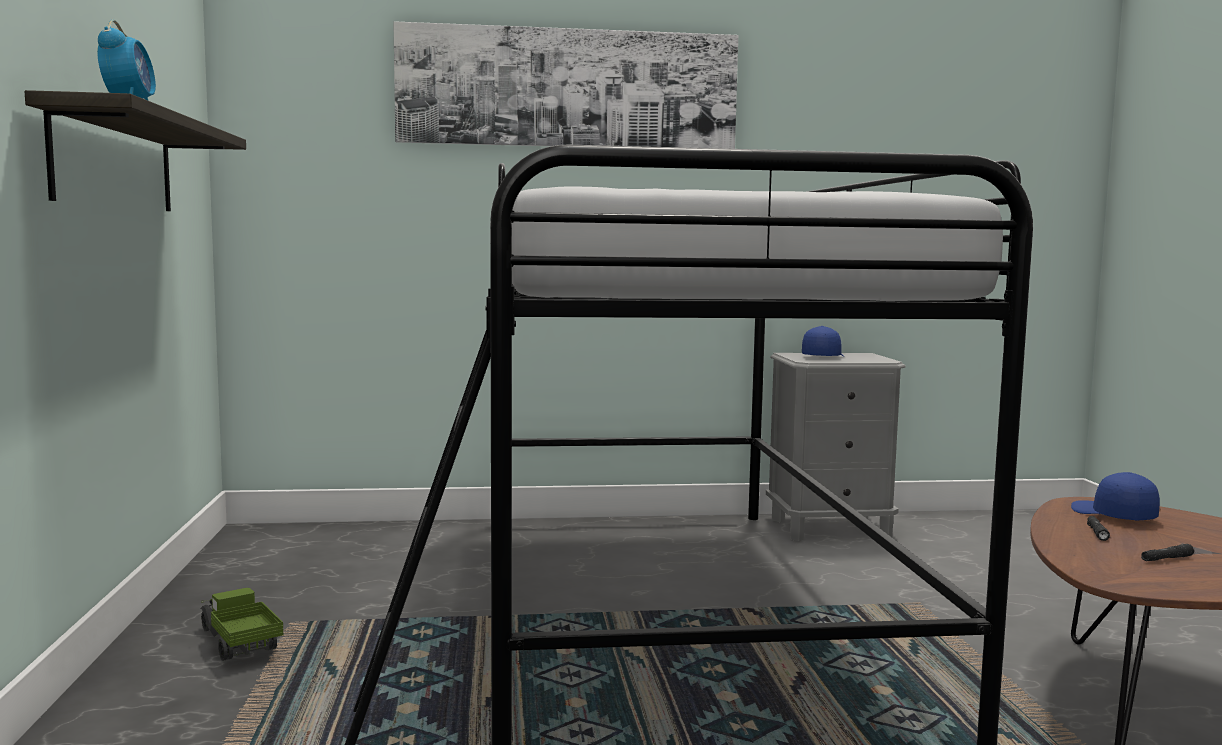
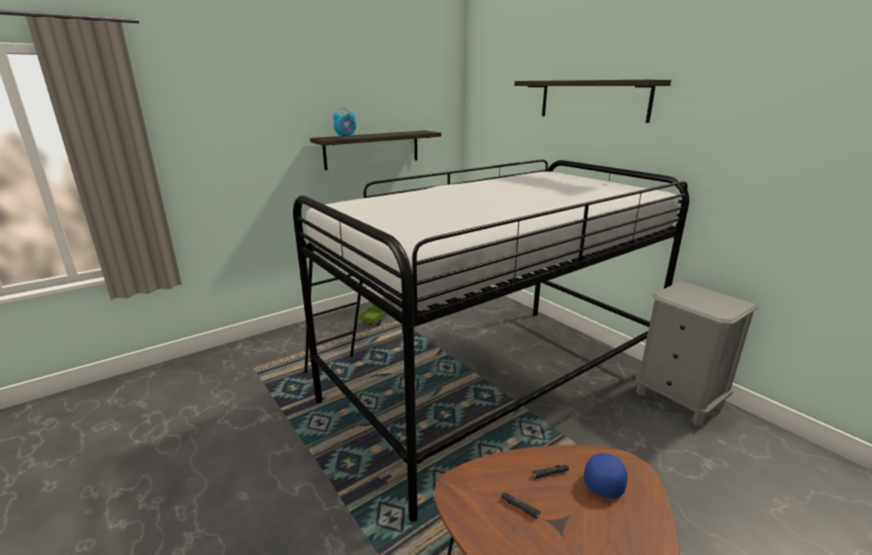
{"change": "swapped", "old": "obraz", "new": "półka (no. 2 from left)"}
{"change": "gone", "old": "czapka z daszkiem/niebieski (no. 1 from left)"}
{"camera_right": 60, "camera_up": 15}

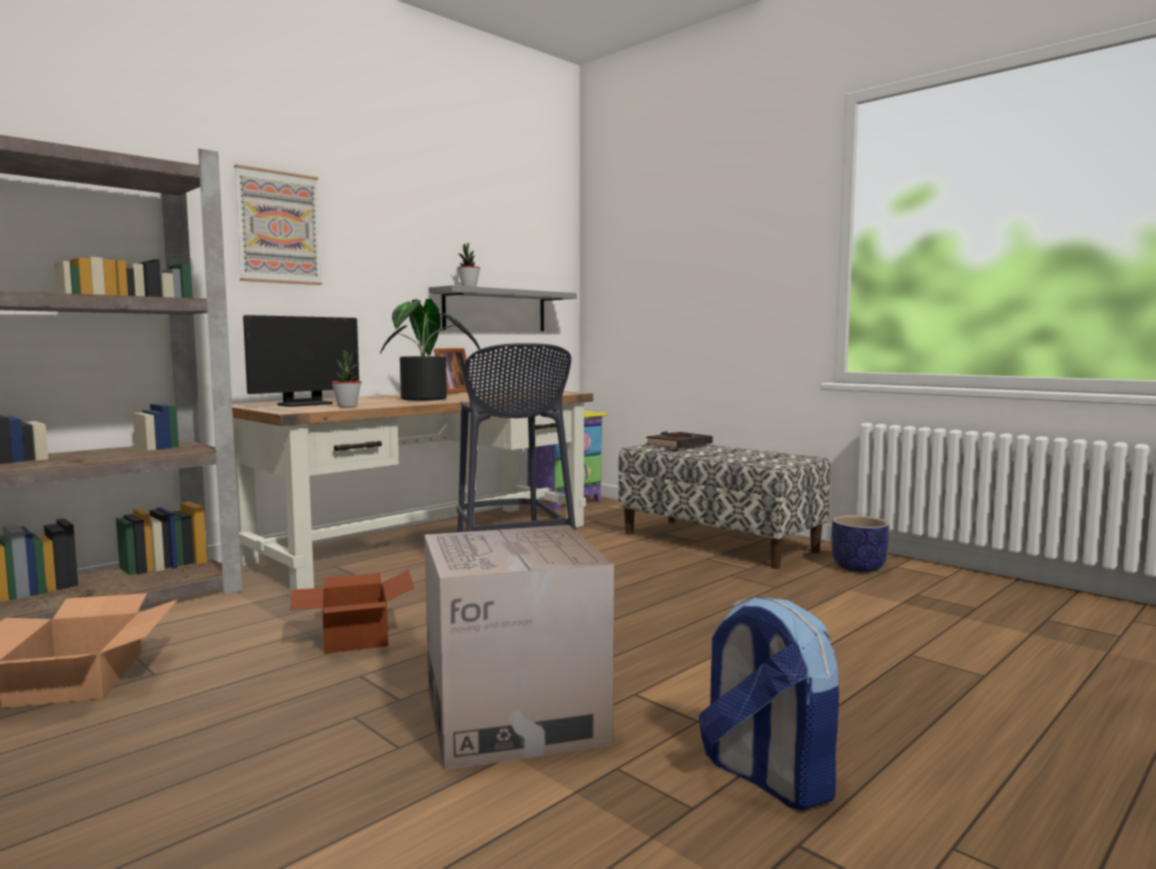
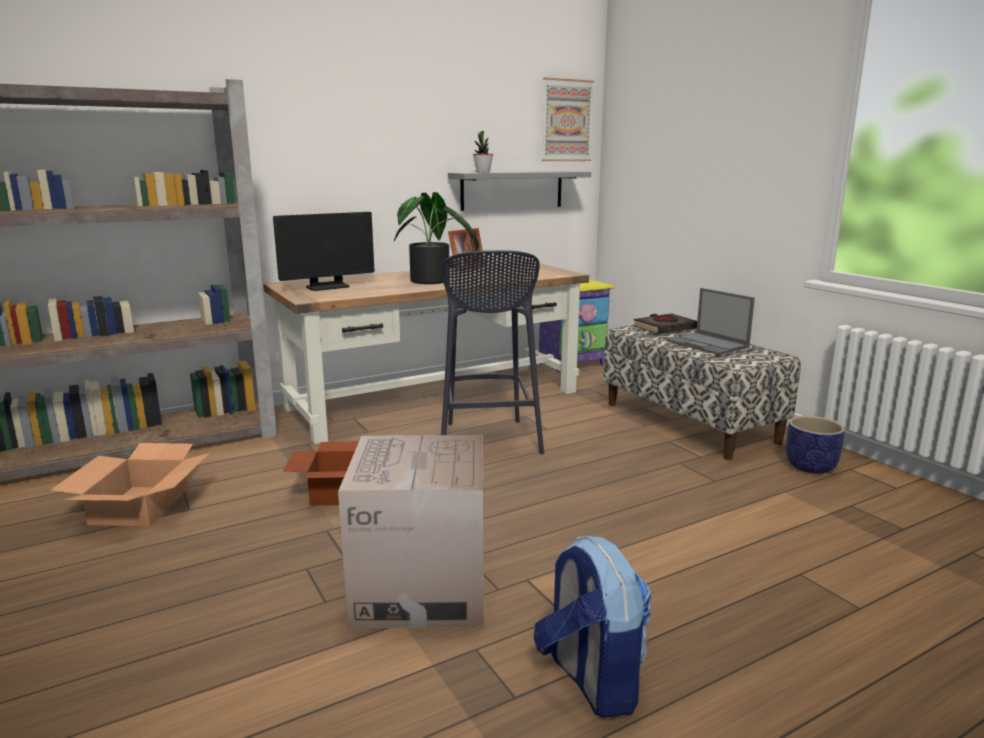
{"change": "shifted", "old": "obraz"}
{"change": "gone", "old": "roślina doniczkowa (no. 1 from left)"}
{"change": "new", "new": "laptop"}
{"camera_right": 15, "camera_up": 10}

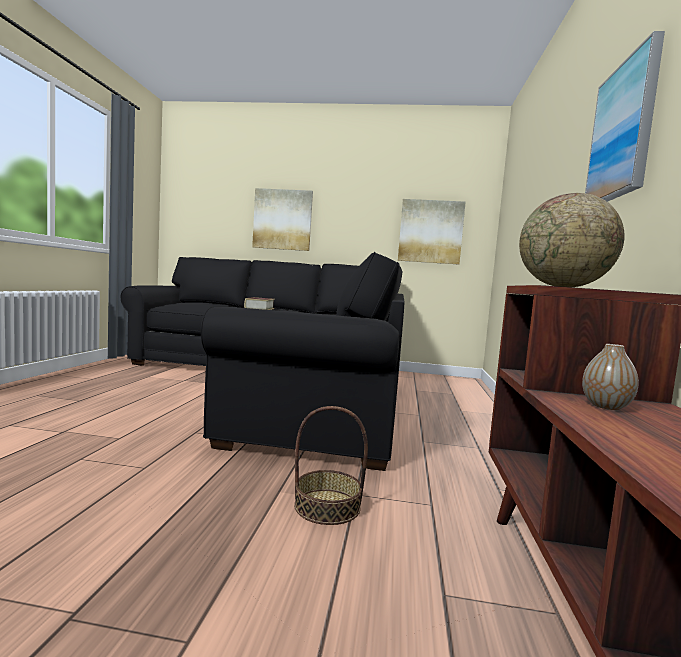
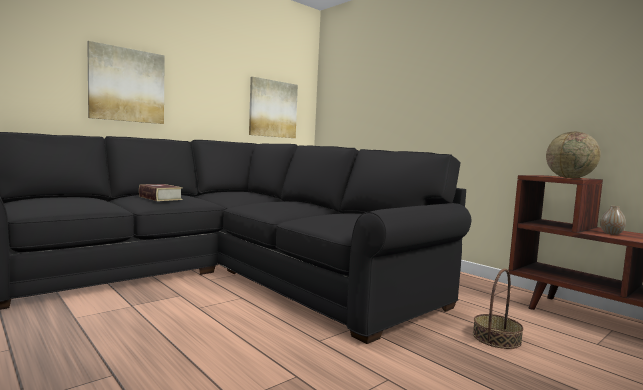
{"change": "gone", "old": "obraz (no. 3 from left)"}
{"camera_right": -50, "camera_up": 0}

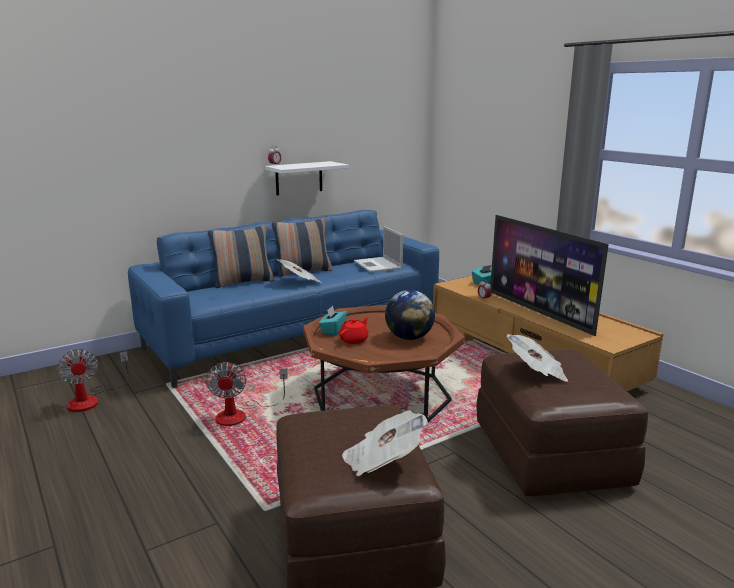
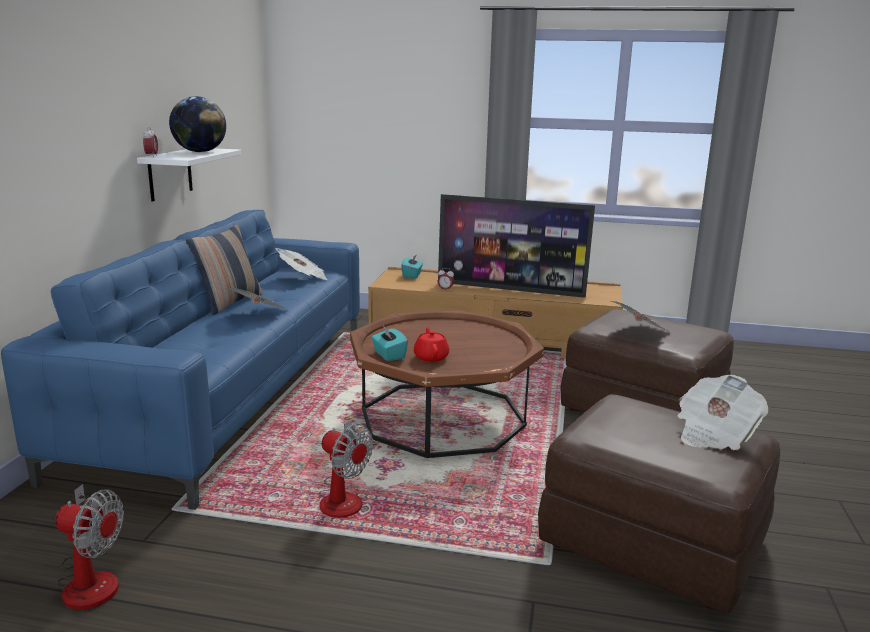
{"change": "gone", "old": "poduszka (no. 1 from left)"}
{"change": "swapped", "old": "laptop", "new": "gazeta (no. 2 from left)"}
{"change": "shifted", "old": "globus"}
{"camera_right": -45, "camera_up": 0}

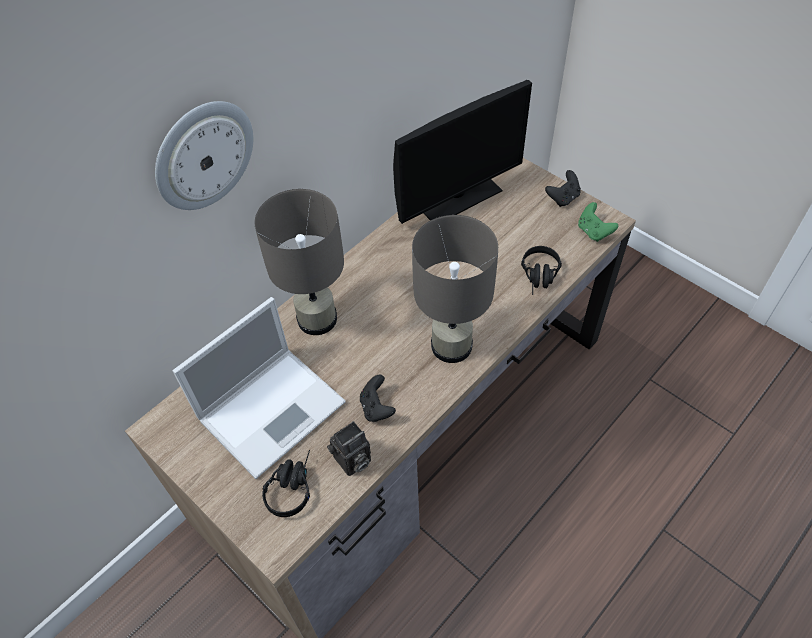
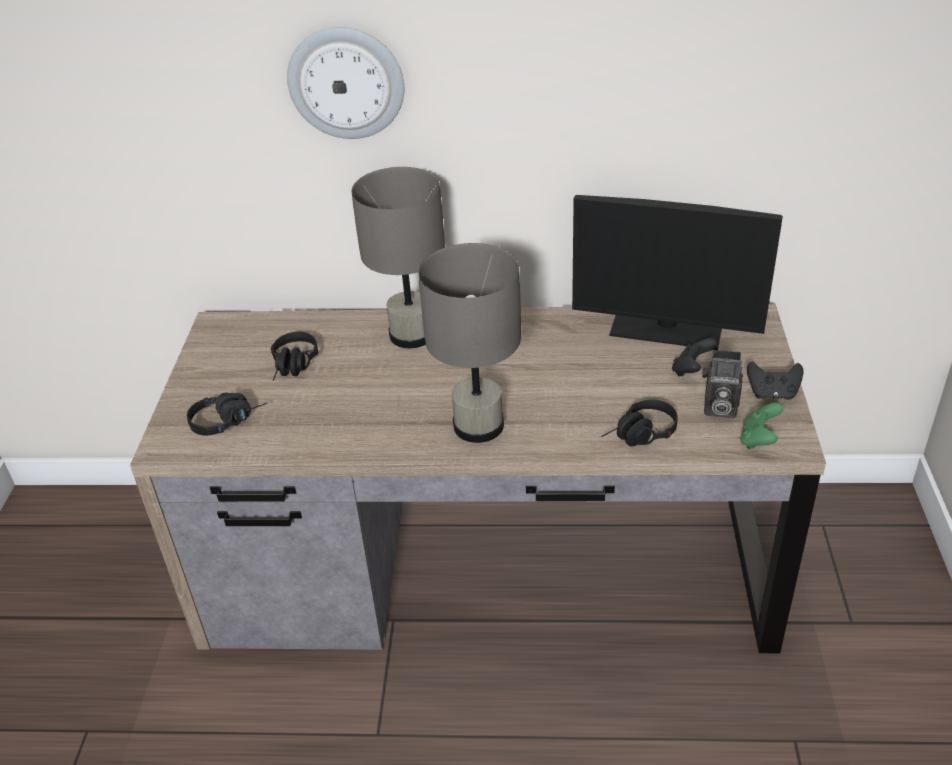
{"change": "swapped", "old": "laptop", "new": "słuchawki/czarny (no. 2 from left)"}
{"change": "shifted", "old": "aparat fotograficzny"}
{"change": "shifted", "old": "pad do gier/czarny (no. 1 from left)"}
{"camera_right": 50, "camera_up": -15}

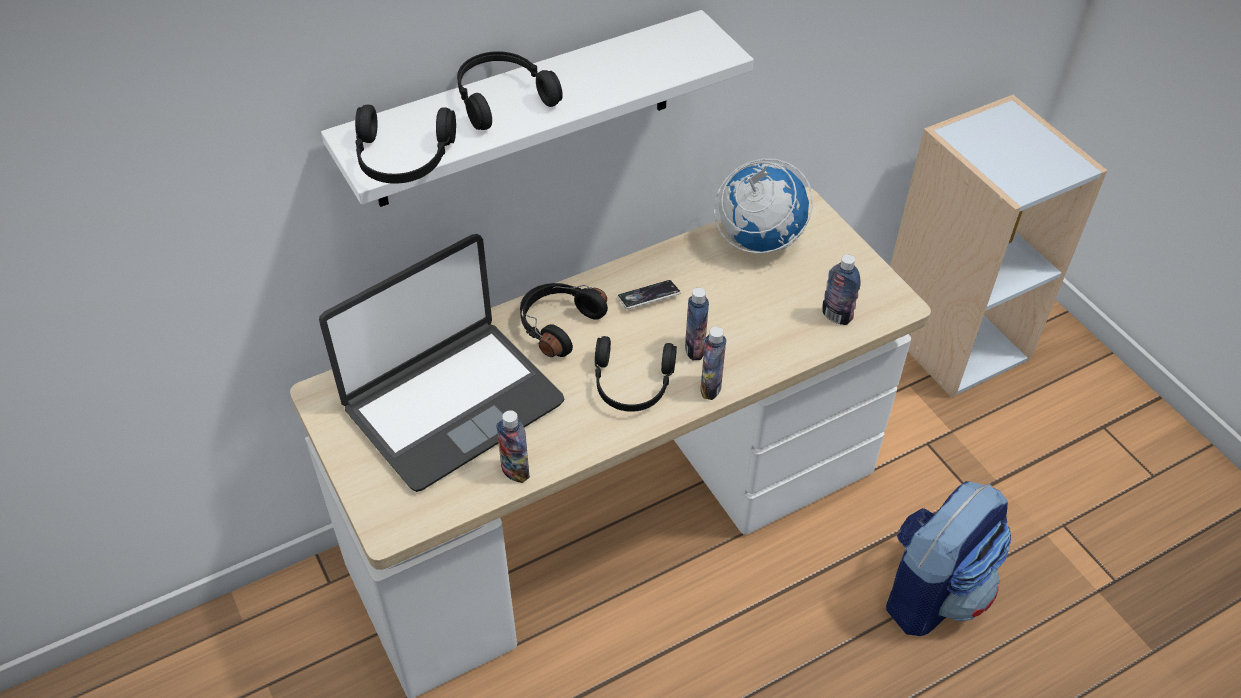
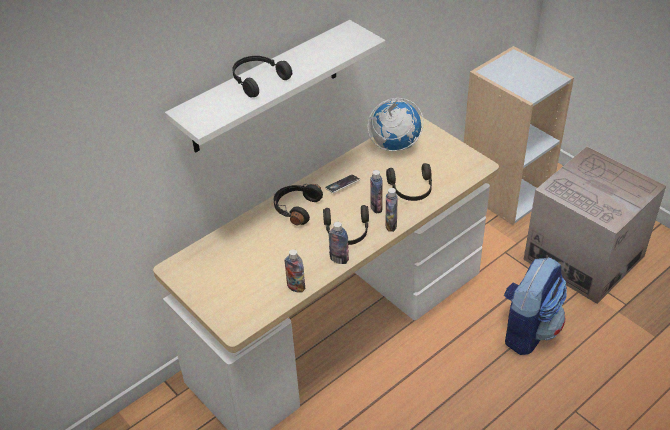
{"change": "gone", "old": "laptop"}
{"change": "shifted", "old": "słuchawki/czarny (no. 1 from left in the first image)", "new": "słuchawki/czarny (no. 4 from left)"}
{"change": "shifted", "old": "butelka (no. 4 from left in the first image)", "new": "butelka (no. 2 from left)"}
{"change": "new", "new": "karton"}
{"camera_right": -10, "camera_up": -5}

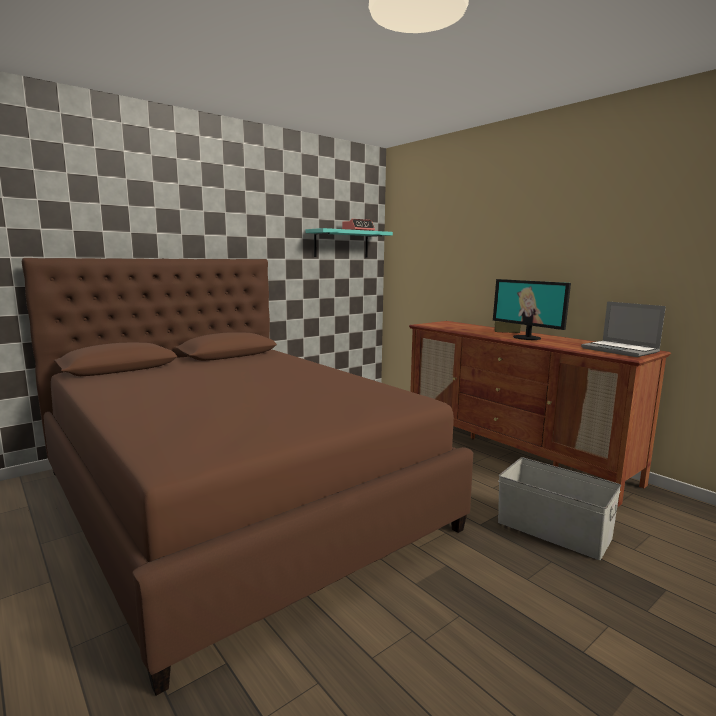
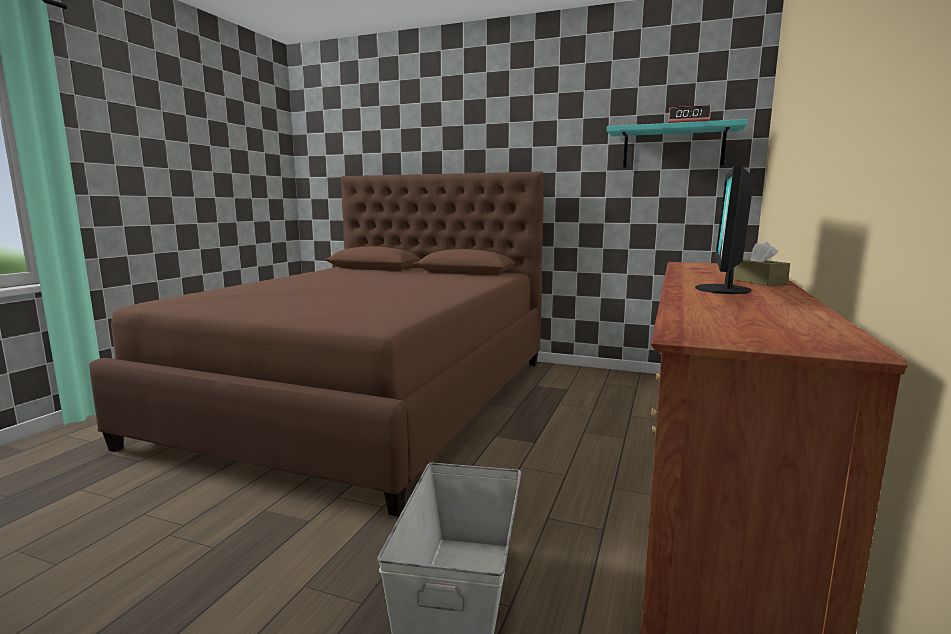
{"change": "gone", "old": "laptop"}
{"camera_right": 60, "camera_up": 0}

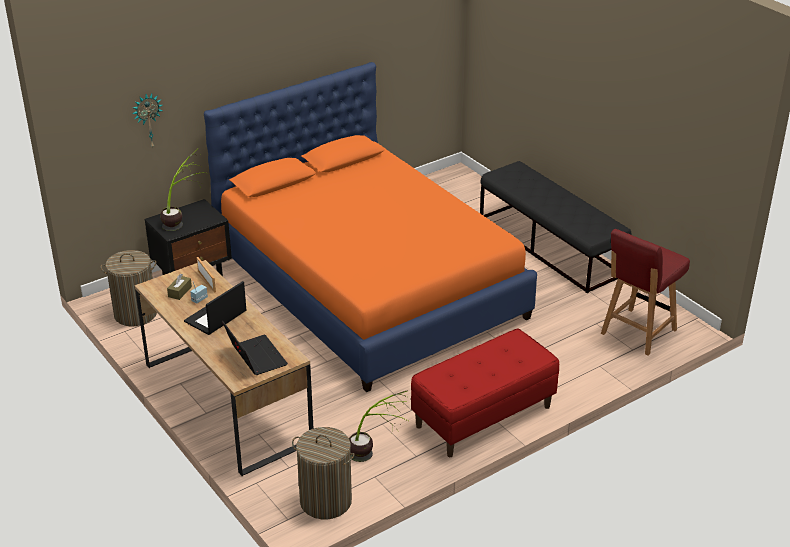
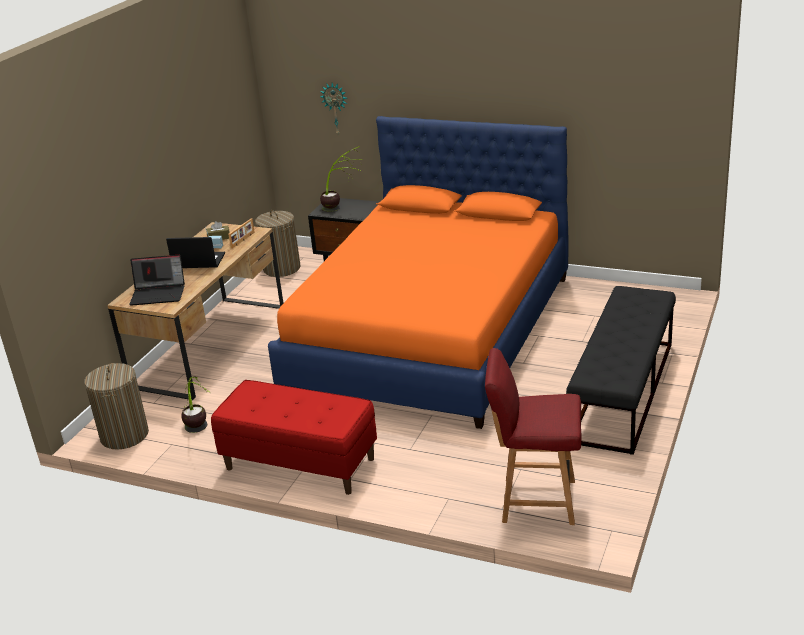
{"change": "rotated", "old": "laptop (no. 2 from left in the first image)", "degrees": 60}
{"camera_right": 60, "camera_up": -5}

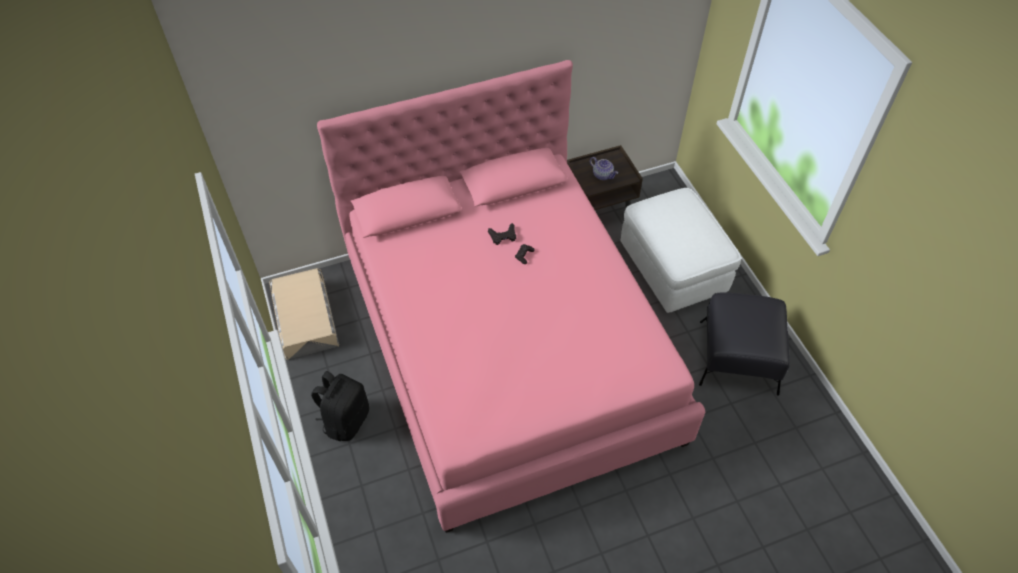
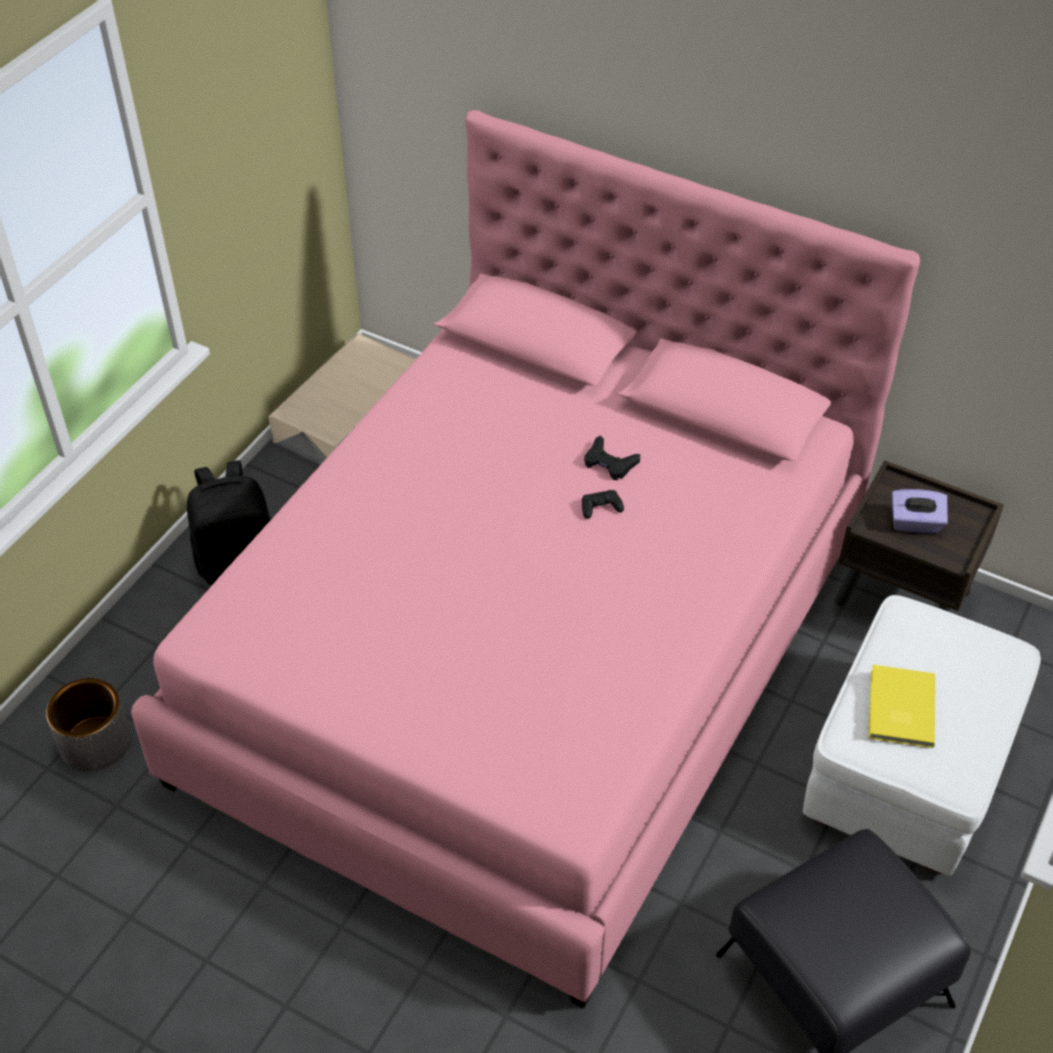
{"change": "swapped", "old": "imbryk", "new": "pudełko chusteczek/fioletowy"}
{"change": "new", "new": "donica/szary"}
{"change": "new", "new": "książka/żółty"}
{"camera_right": 50, "camera_up": -5}

